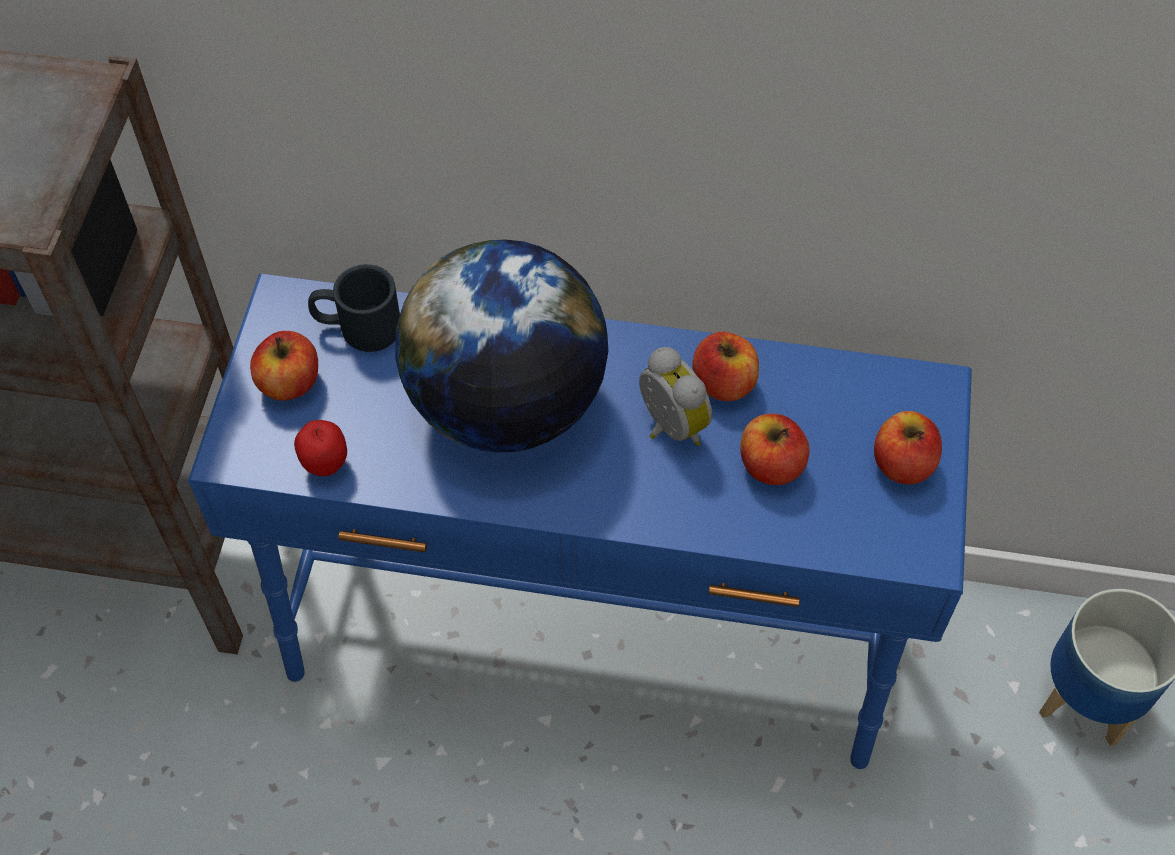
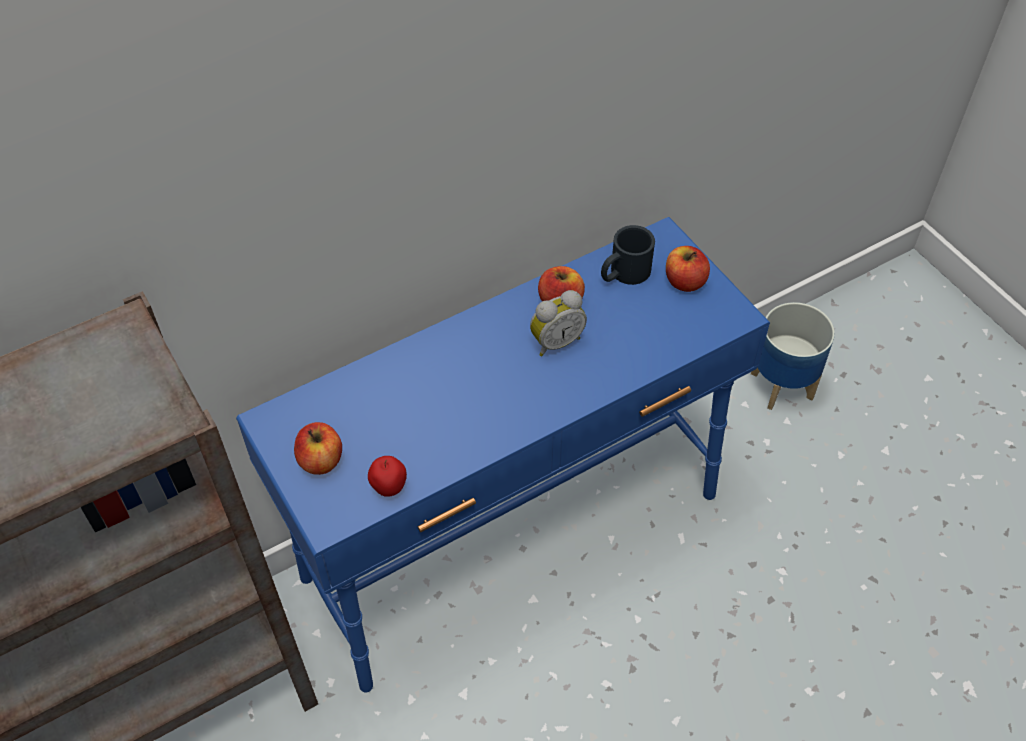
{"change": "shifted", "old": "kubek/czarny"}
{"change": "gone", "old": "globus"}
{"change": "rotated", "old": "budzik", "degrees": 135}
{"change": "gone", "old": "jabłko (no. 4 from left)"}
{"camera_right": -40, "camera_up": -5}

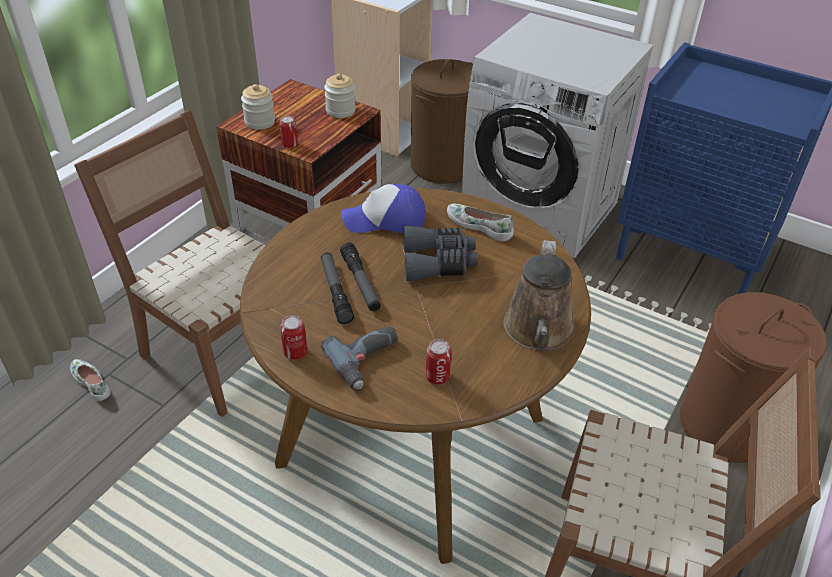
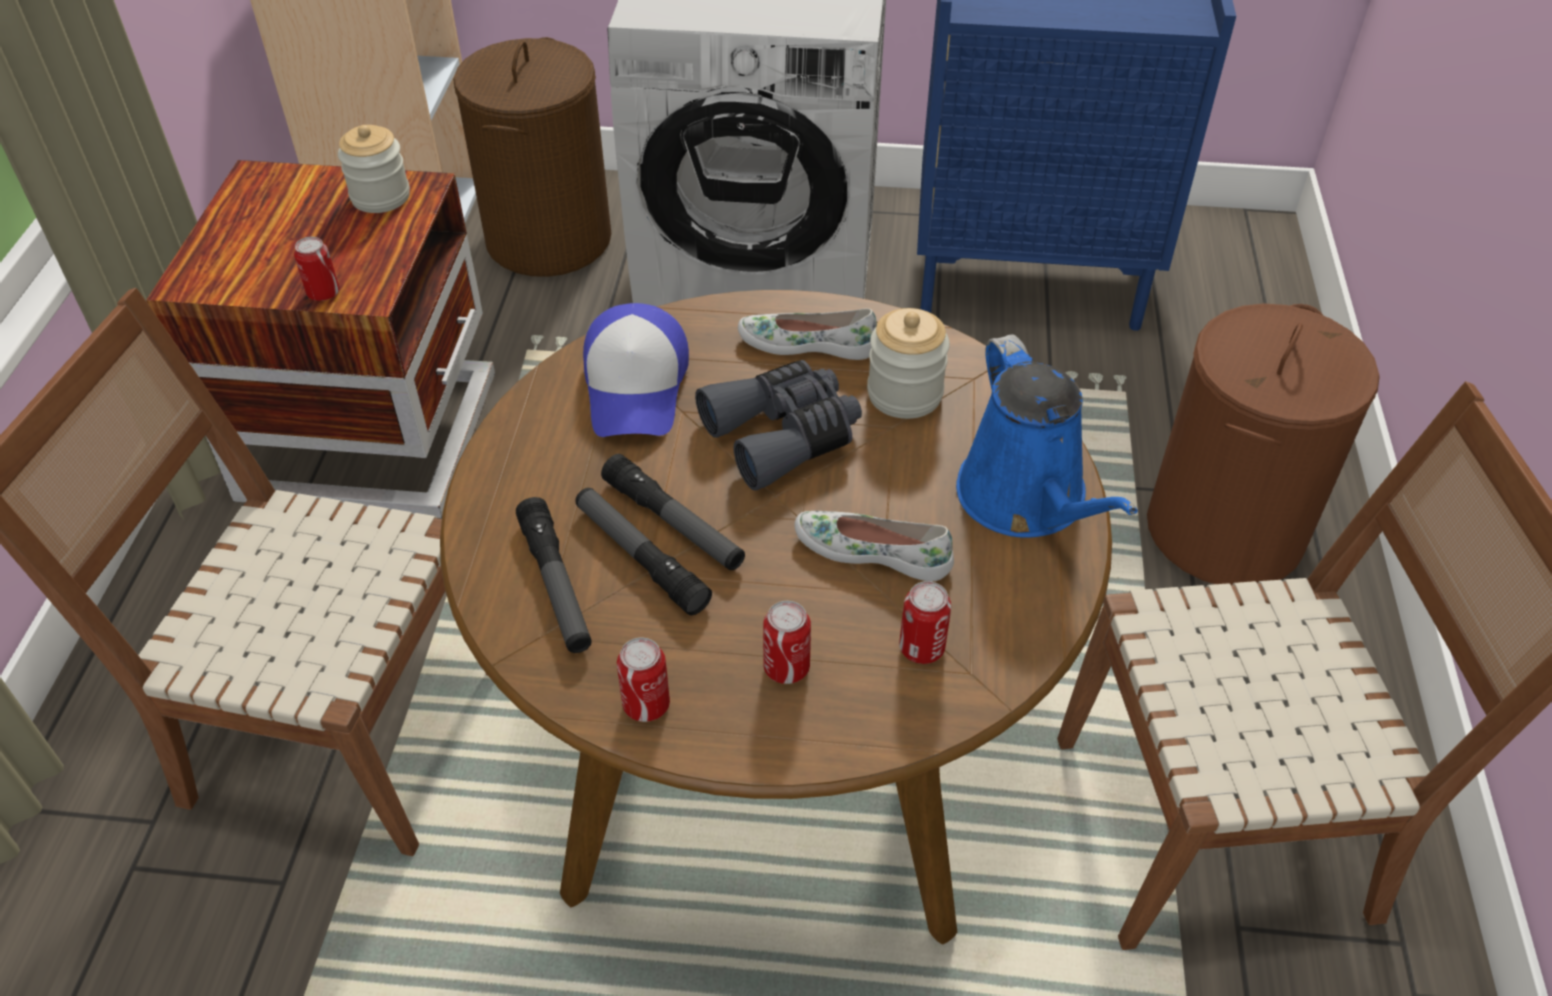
{"change": "shifted", "old": "but/biały (no. 1 from left in the first image)", "new": "but/biały (no. 2 from left)"}
{"change": "shifted", "old": "słoik (no. 1 from left in the first image)", "new": "słoik (no. 2 from left)"}
{"change": "swapped", "old": "wiertarka", "new": "puszka (no. 3 from left)"}
{"change": "rotated", "old": "czapka z daszkiem", "degrees": -60}
{"change": "repainted", "old": "konewka/brązowy", "new": "konewka/niebieski"}
{"change": "new", "new": "latarka (no. 1 from left)"}
{"camera_right": -25, "camera_up": 5}

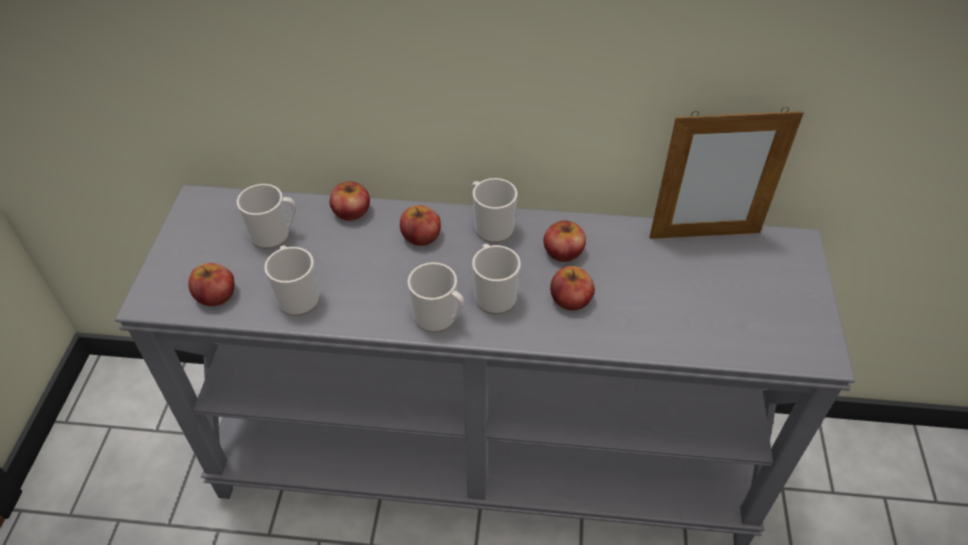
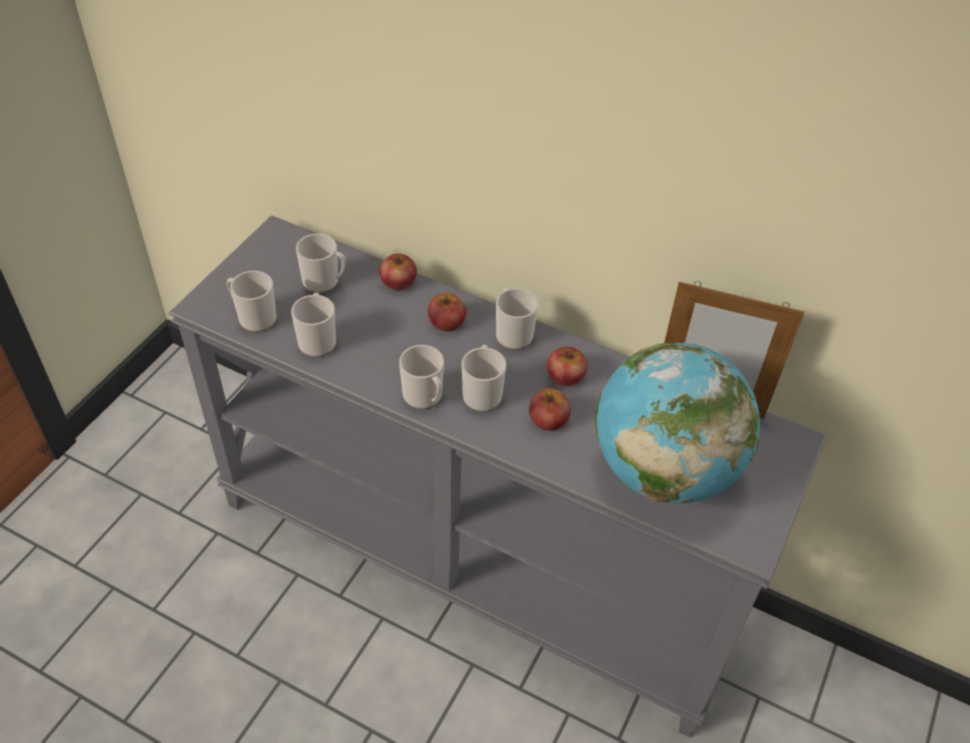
{"change": "swapped", "old": "jabłko (no. 1 from left)", "new": "kubek (no. 1 from left)"}
{"change": "new", "new": "globus"}
{"camera_right": 20, "camera_up": 0}

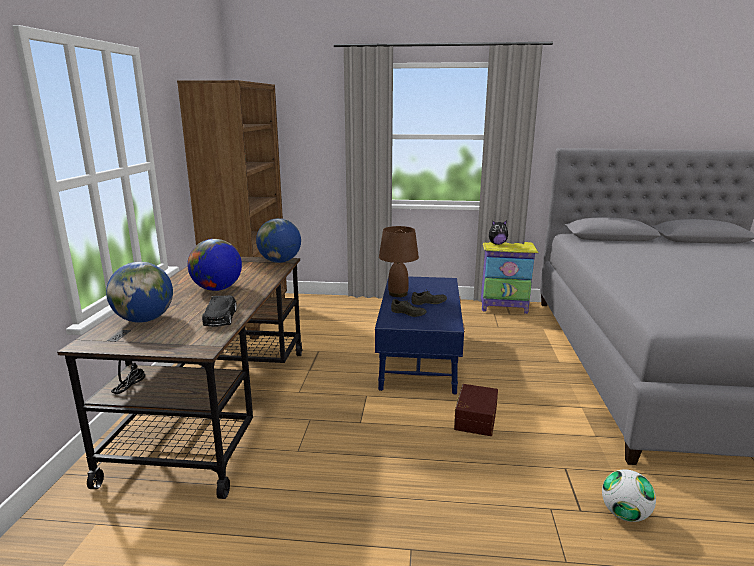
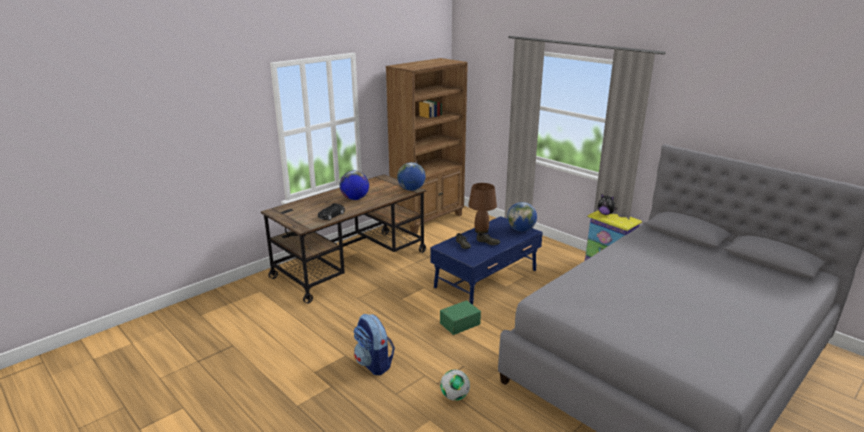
{"change": "shifted", "old": "globus (no. 1 from left in the first image)", "new": "globus (no. 3 from left)"}
{"change": "repainted", "old": "pojemnik do przechowywania/brązowy", "new": "pojemnik do przechowywania/zielony"}
{"change": "new", "new": "plecak"}
{"camera_right": 40, "camera_up": 5}

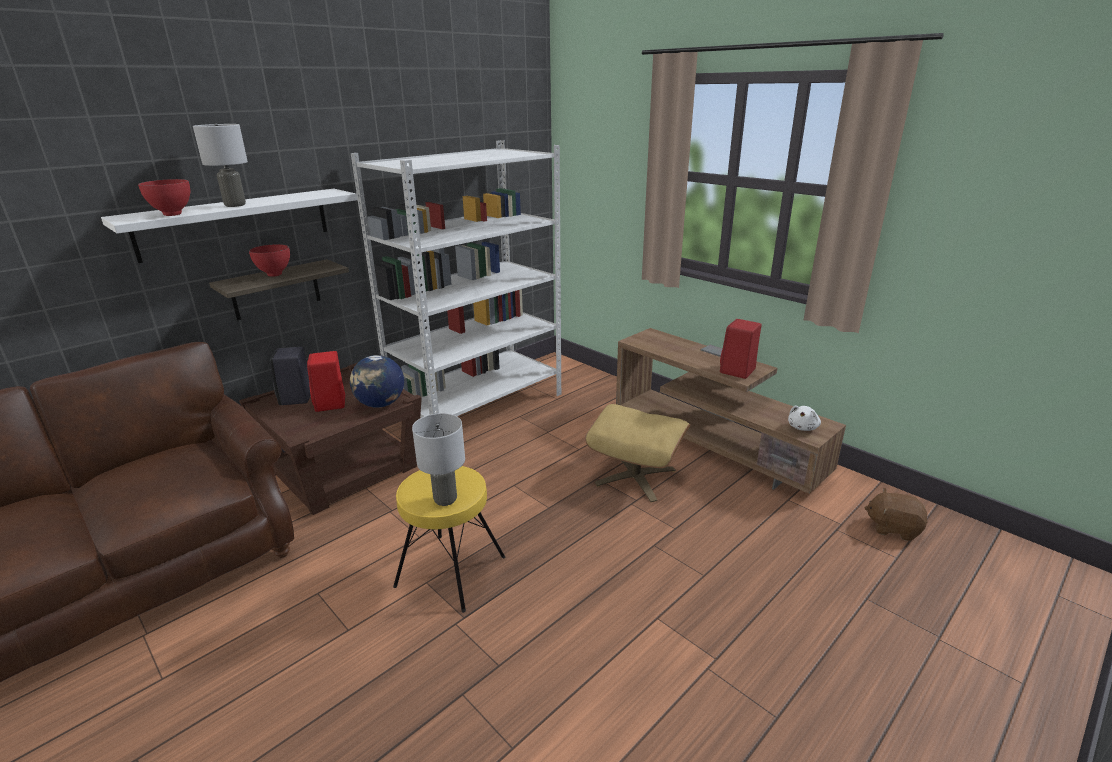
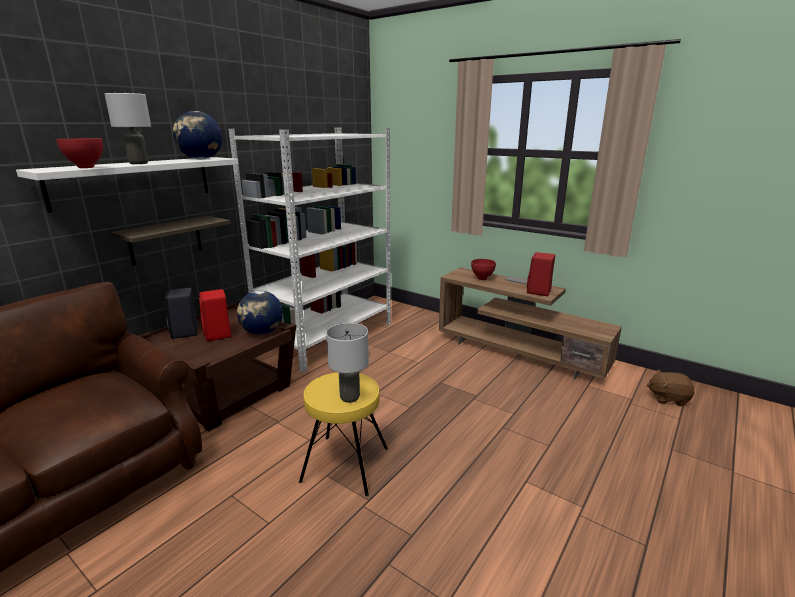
{"change": "shifted", "old": "miska/czerwony (no. 2 from left)"}
{"change": "gone", "old": "pufa/beżowy"}
{"change": "gone", "old": "pluszak/biały"}
{"change": "new", "new": "globus (no. 1 from left)"}
{"camera_right": -10, "camera_up": -5}

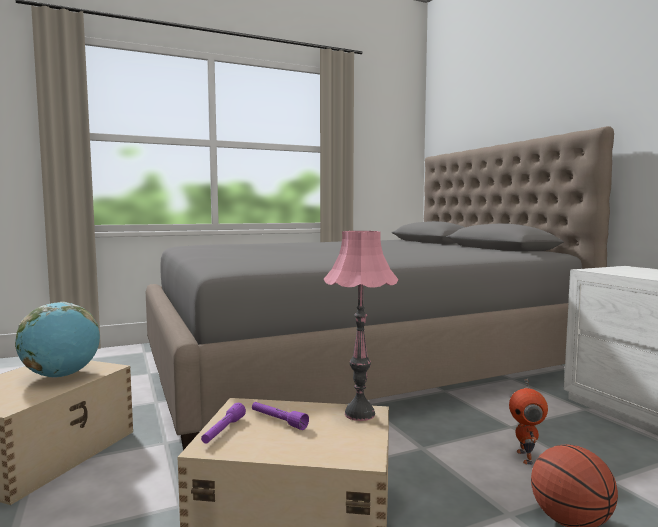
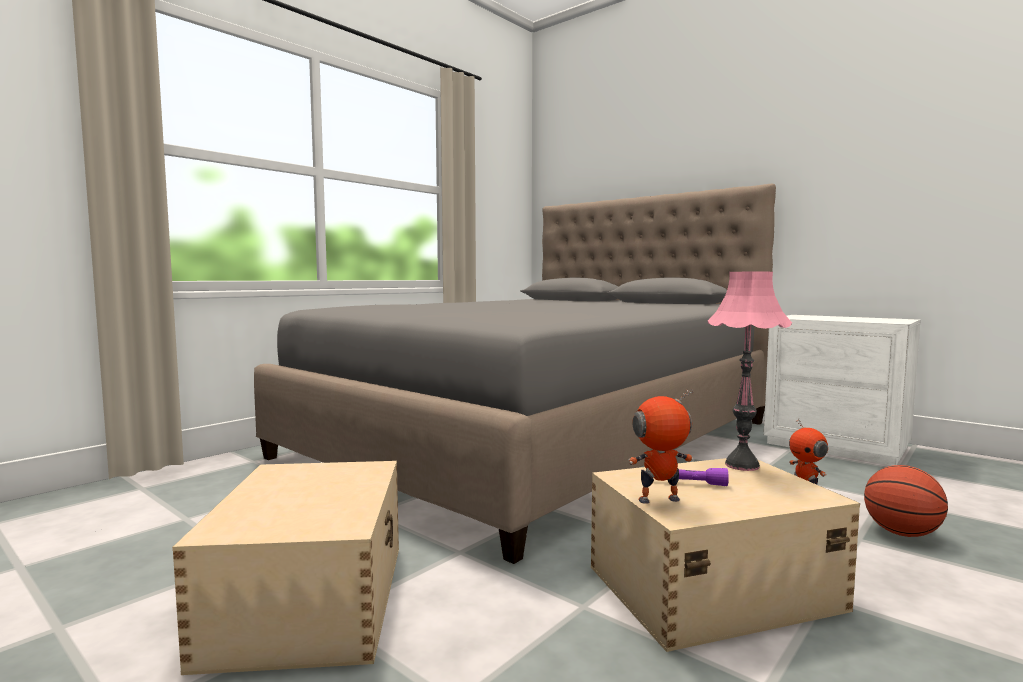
{"change": "gone", "old": "globus"}
{"change": "swapped", "old": "latarka/fioletowy (no. 1 from left)", "new": "robot zabawkowy (no. 1 from left)"}
{"camera_right": -25, "camera_up": 0}

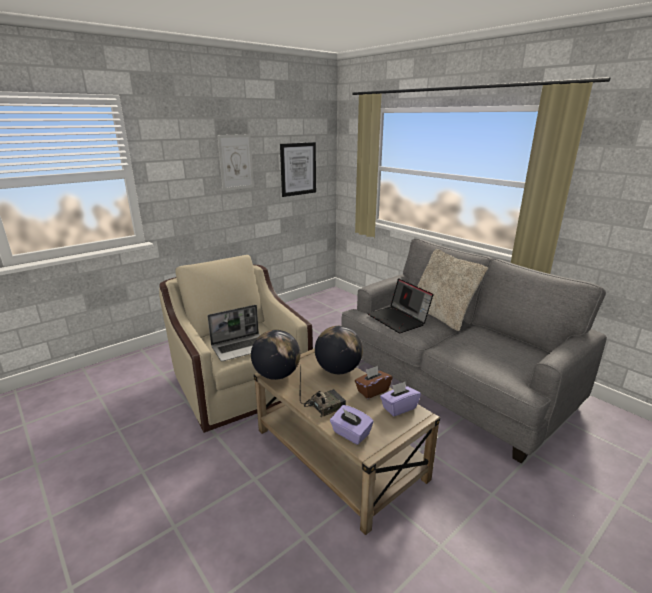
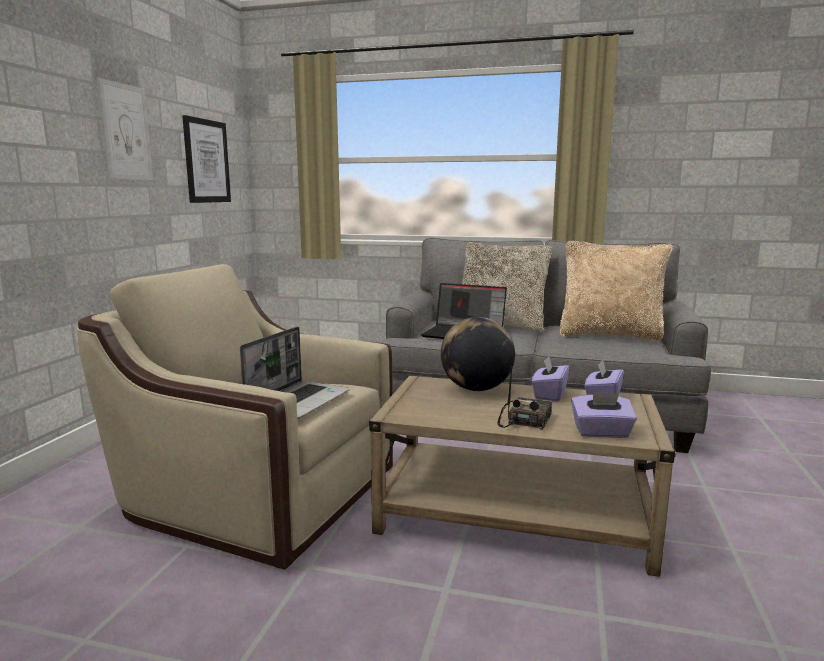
{"change": "gone", "old": "globus (no. 1 from left)"}
{"change": "repainted", "old": "pudełko chusteczek/brązowy", "new": "pudełko chusteczek/fioletowy (no. 1 from left)"}
{"change": "new", "new": "poduszka/beżowy (no. 2 from left)"}
{"camera_right": -35, "camera_up": -10}

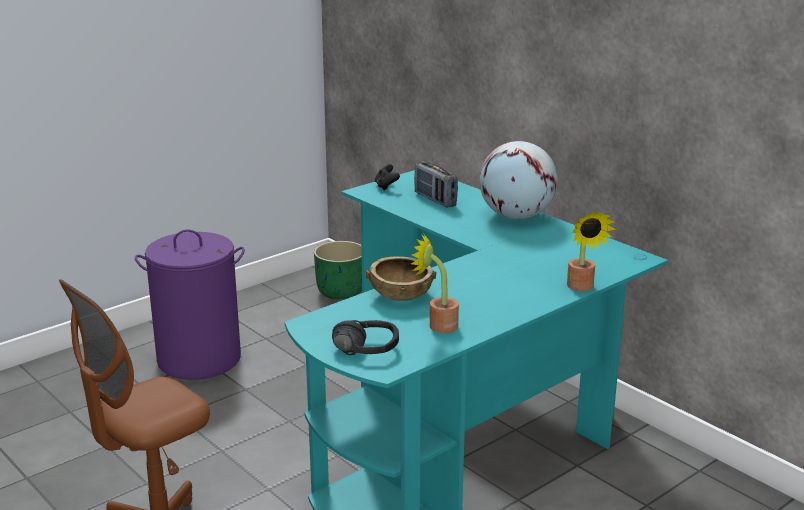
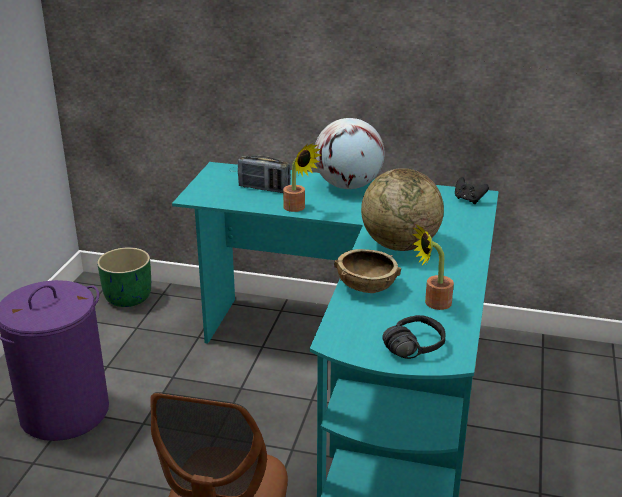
{"change": "shifted", "old": "pad do gier/czarny"}
{"change": "shifted", "old": "roślina doniczkowa (no. 2 from left in the first image)", "new": "roślina doniczkowa (no. 1 from left)"}
{"change": "new", "new": "globus (no. 2 from left)"}
{"camera_right": -35, "camera_up": 5}

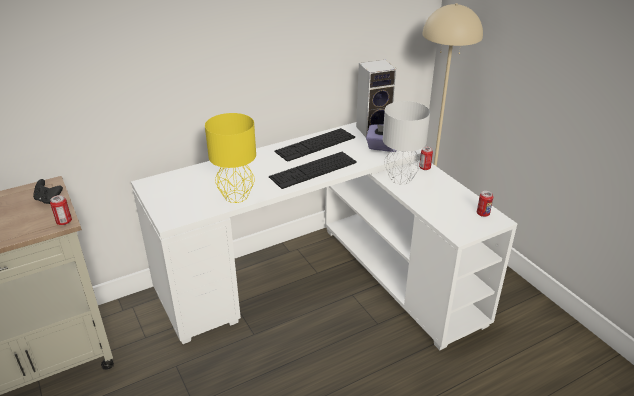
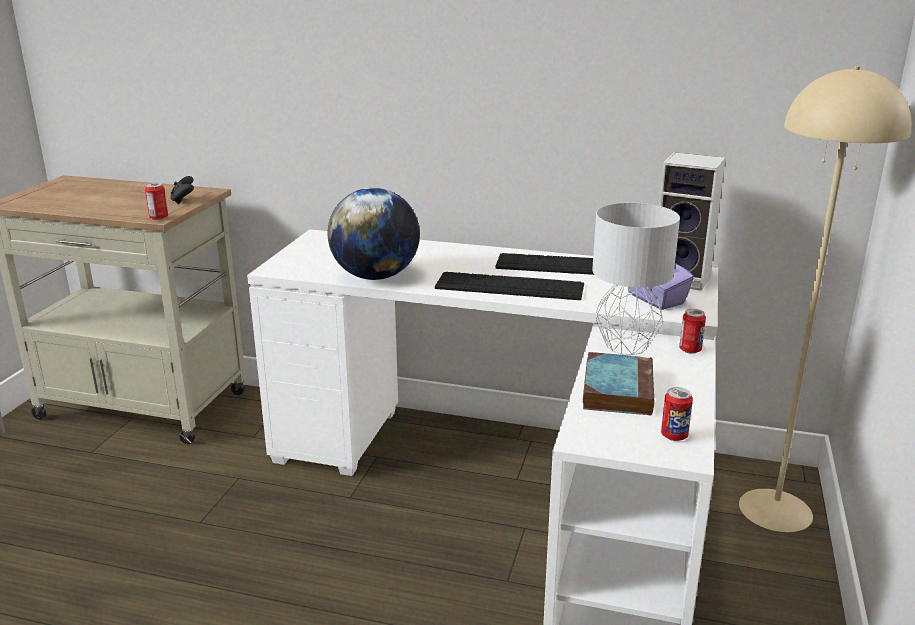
{"change": "swapped", "old": "lampa stołowa/żółty", "new": "globus"}
{"change": "new", "new": "książka"}
{"camera_right": 45, "camera_up": -10}

